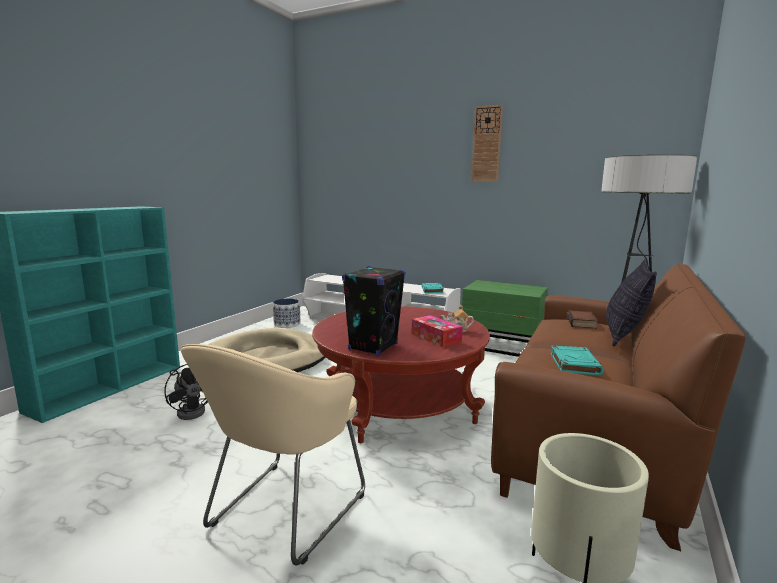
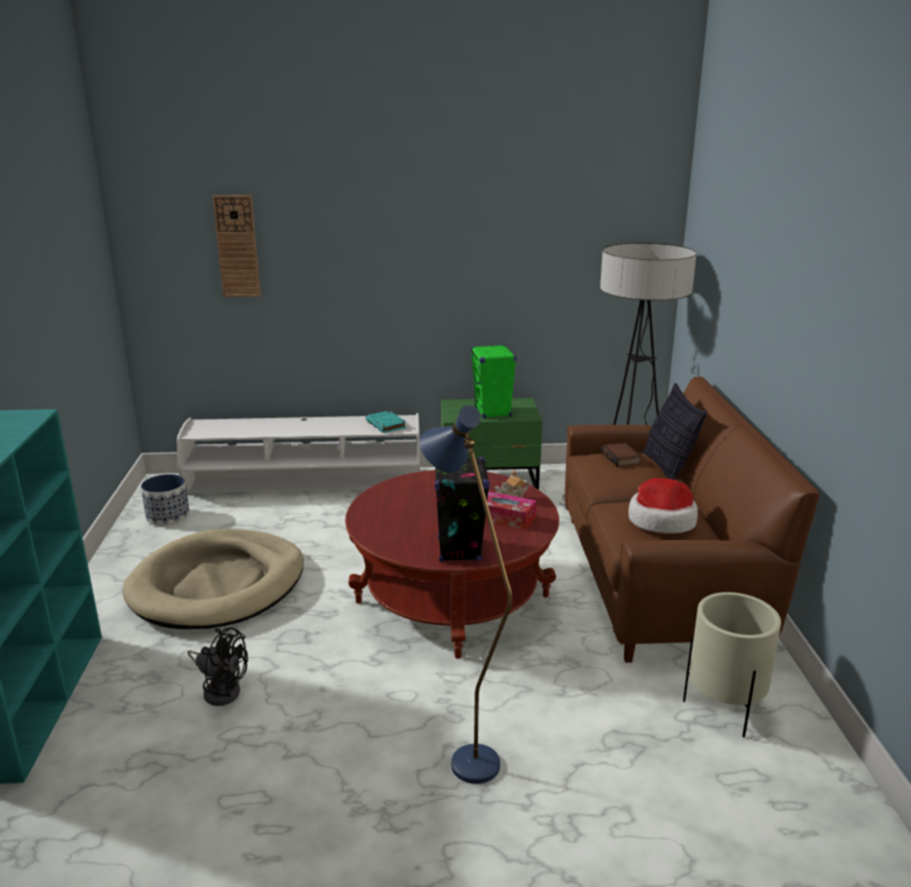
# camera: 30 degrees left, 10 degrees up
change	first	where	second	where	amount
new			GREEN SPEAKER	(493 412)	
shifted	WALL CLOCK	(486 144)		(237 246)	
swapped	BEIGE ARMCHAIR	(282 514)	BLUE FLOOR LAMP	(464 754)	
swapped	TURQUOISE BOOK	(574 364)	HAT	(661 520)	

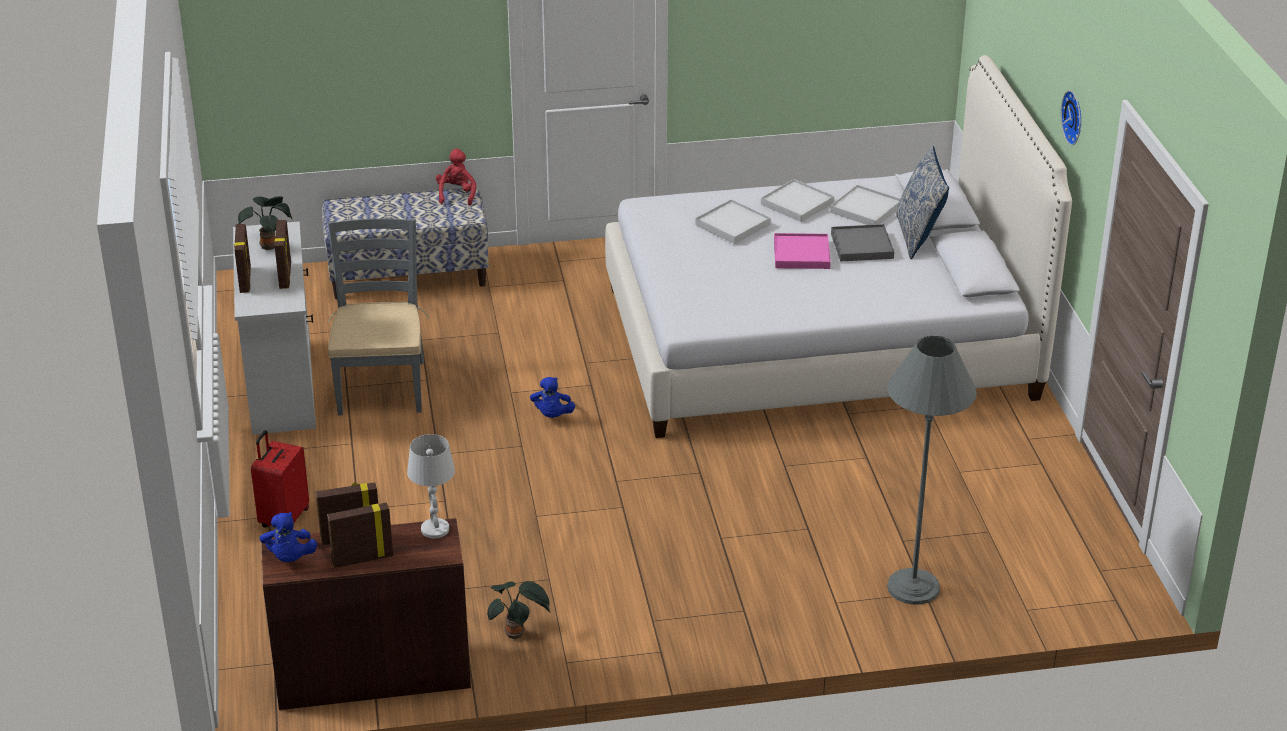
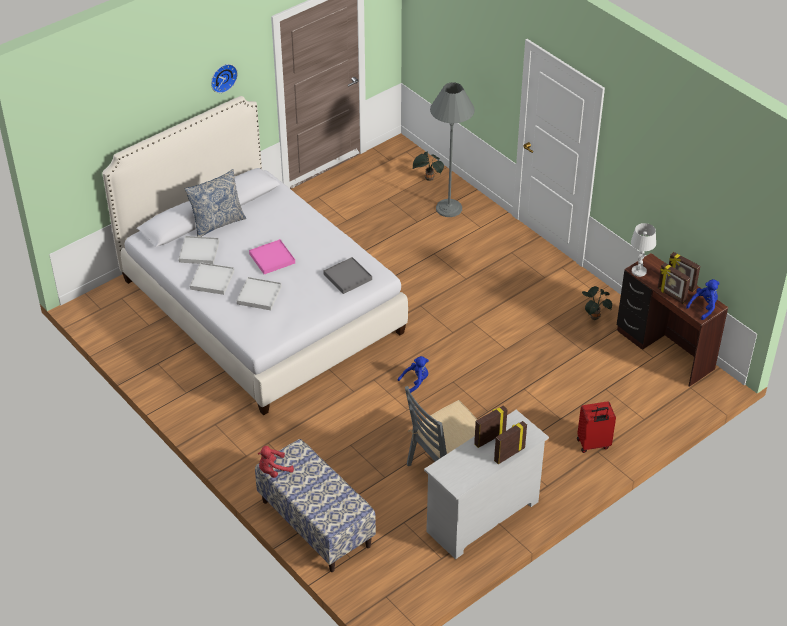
# camera: 120 degrees left, 10 degrees up
change	first	where	second	where	amount
shifted	POTTED PLANT	(269 245)		(428 178)	
shifted	GREY TRAY	(861 246)		(348 277)	

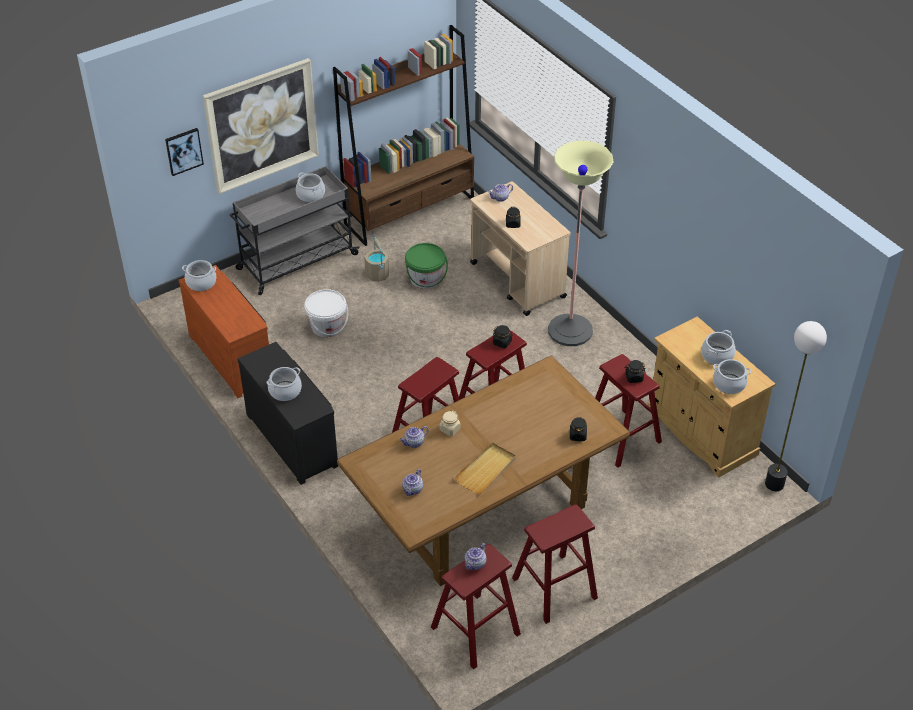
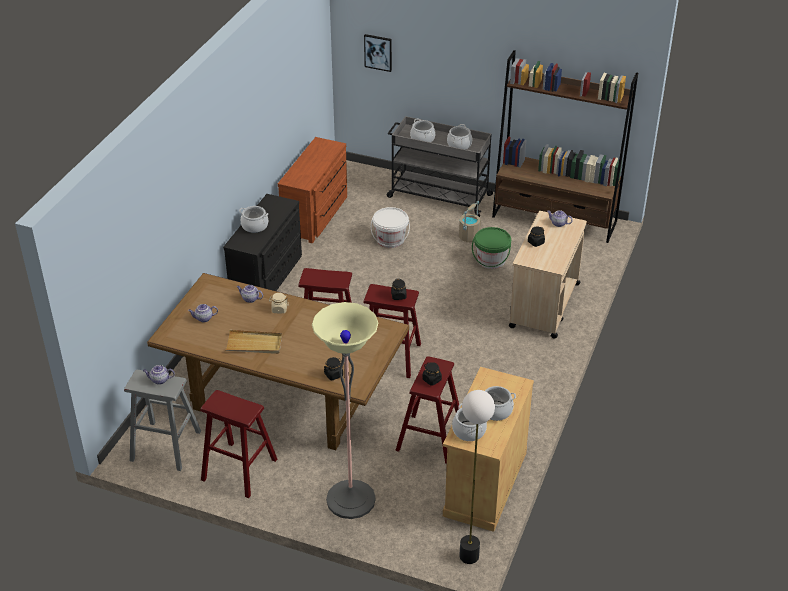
# camera: 55 degrees right, 5 degrees down
change	first	where	second	where	amount
gone	PICTURE	(262 125)			
shifted	COOKING POT	(201 283)		(422 139)	
shifted	FLOOR LAMP	(570 330)		(351 499)	
repainted	RED STOOL	(475 631)	GREY STOOL	(165 446)	

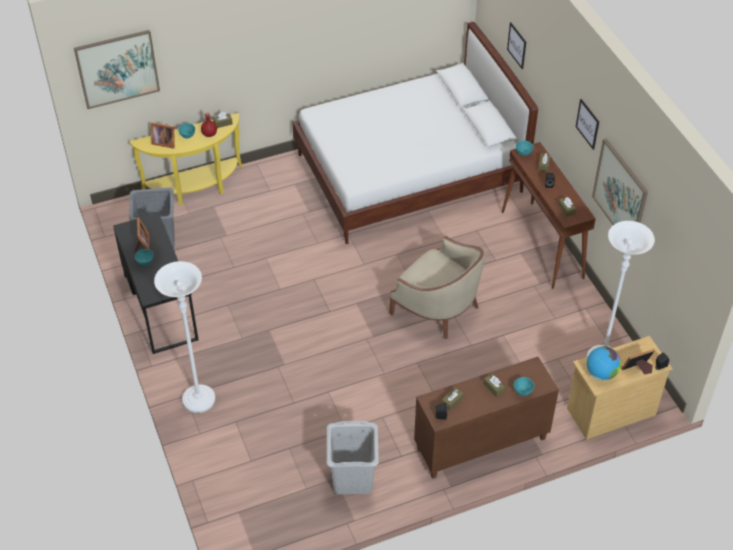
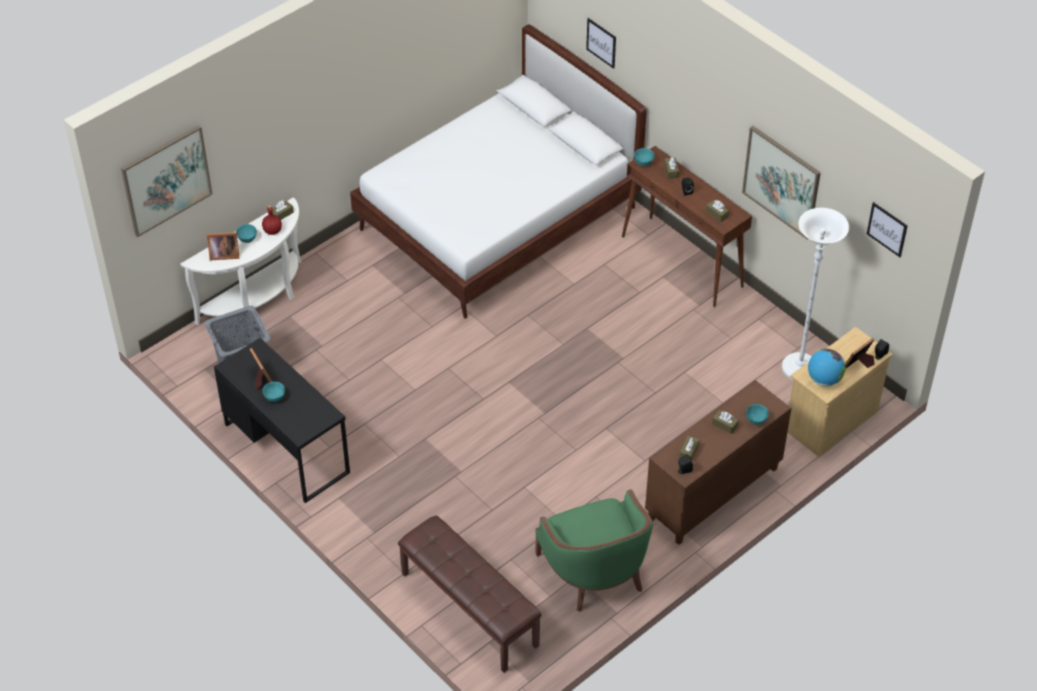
# camera: 20 degrees left, 0 degrees up
change	first	where	second	where	amount
gone	WHITE FLOOR LAMP	(199 400)			
gone	BEIGE ARMCHAIR	(437 308)			
new			BROWN BENCH	(468 609)	
shifted	PICTURE	(587 124)		(887 229)	
swapped	GREY LAUNDRY BASKET	(352 478)	GREEN ARMCHAIR	(594 570)	
repainted	YELLOW CONSOLE TABLE	(196 188)	WHITE CONSOLE TABLE	(258 300)	

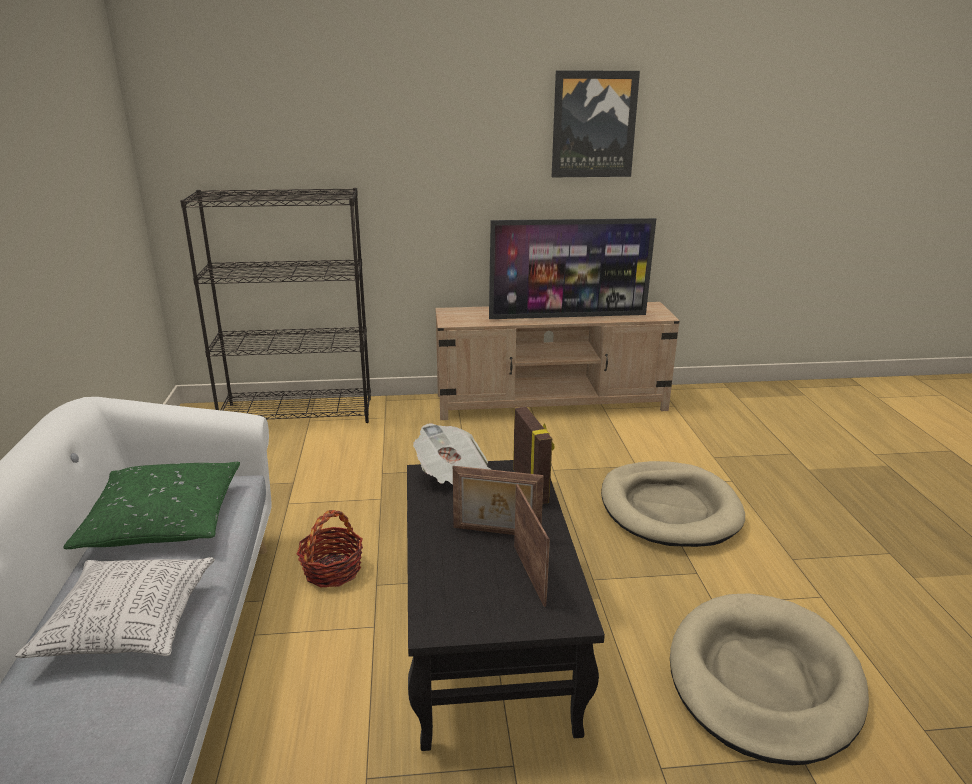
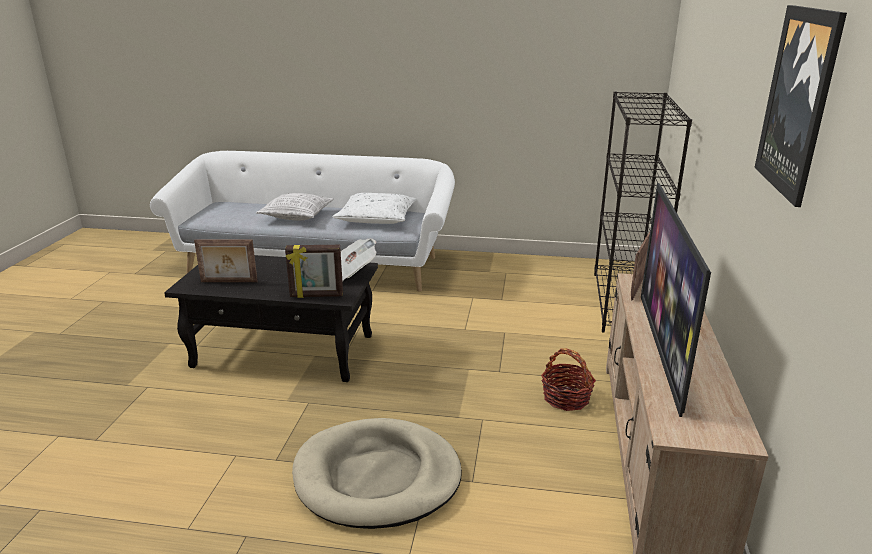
# camera: 105 degrees right, 0 degrees up
change	first	where	second	where	amount
gone	BEIGE DOG BED	(763 680)			
shifted	BASKET	(332 570)		(566 398)	
shifted	PICTURE FRAME	(496 533)		(636 287)	
repainted	GREEN PILLOW	(163 520)	WHITE PILLOW	(376 218)	

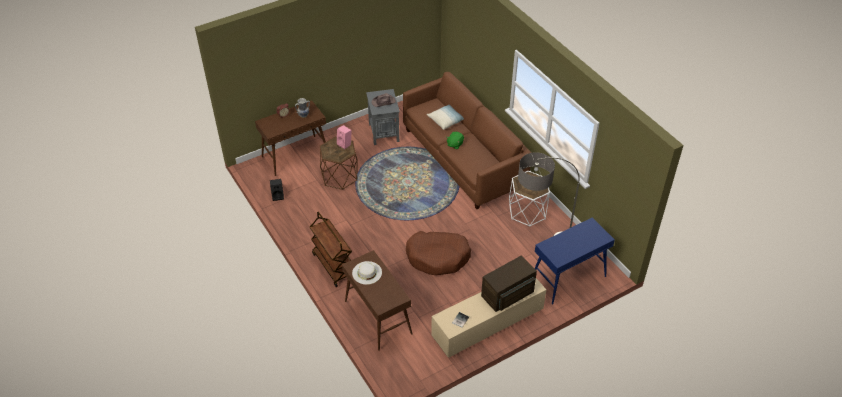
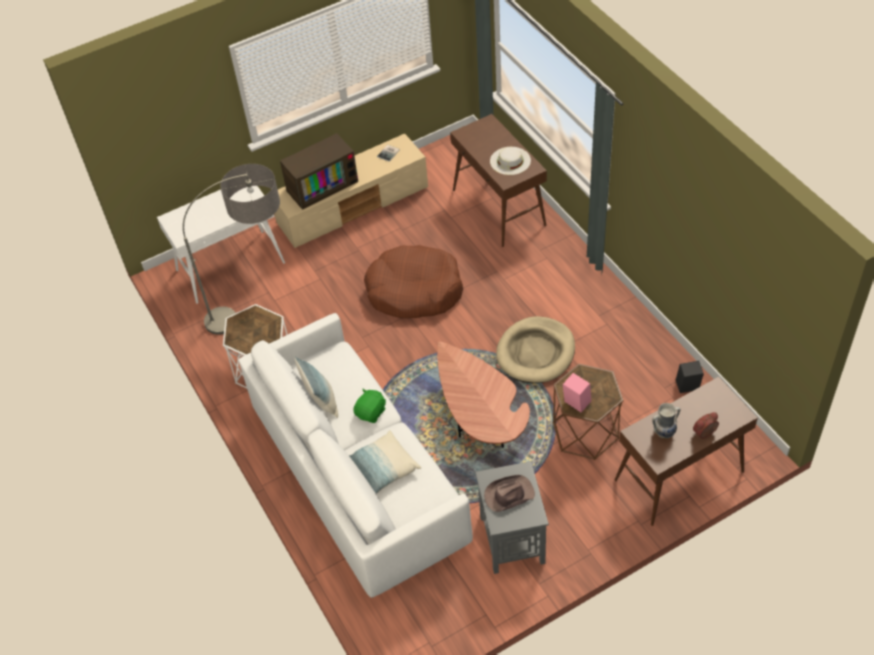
# camera: 175 degrees left, 5 degrees up
change	first	where	second	where	amount
gone	BROWN CART	(333 266)			
new			PILLOW	(321 401)	
new			BROWN COFFEE TABLE	(480 419)	
new			BEIGE DOG BED	(536 352)	
repainted	BROWN SOFA	(463 158)	WHITE SOFA	(358 476)	
repainted	BLUE CONSOLE TABLE	(568 278)	WHITE CONSOLE TABLE	(231 266)	

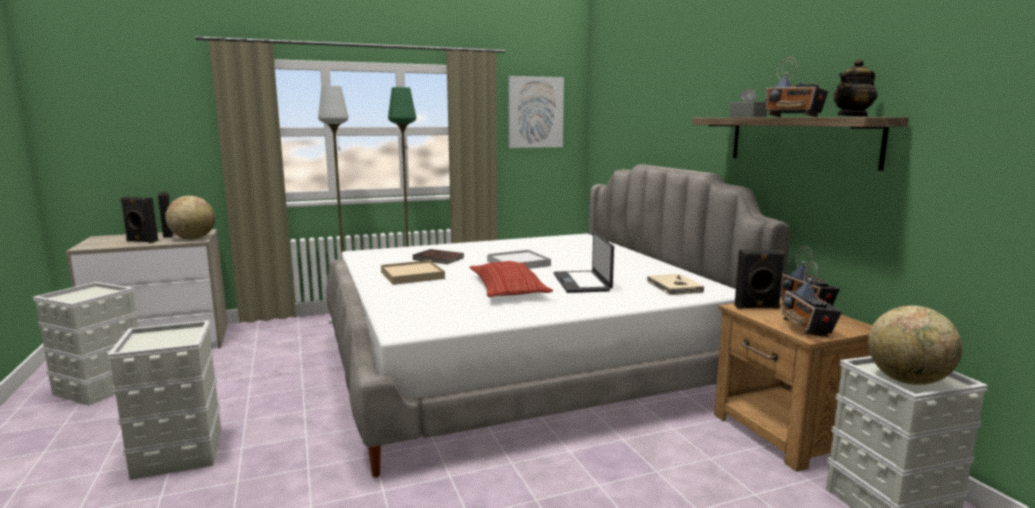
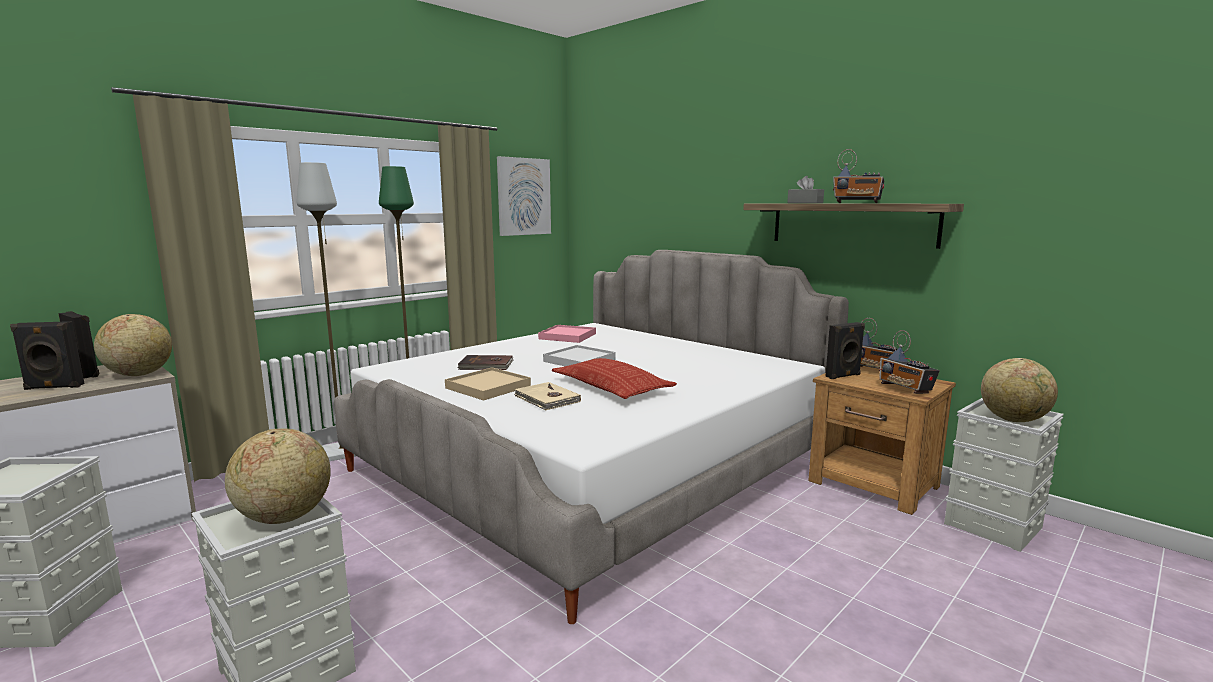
# camera: 25 degrees left, 0 degrees up
change	first	where	second	where	amount
gone	LAPTOP	(582 282)			
gone	TEAPOT	(853 116)			
new			GLOBE	(284 517)	
new			PINK TRAY	(568 336)	
shifted	BEIGE BOOK	(673 287)		(546 399)	

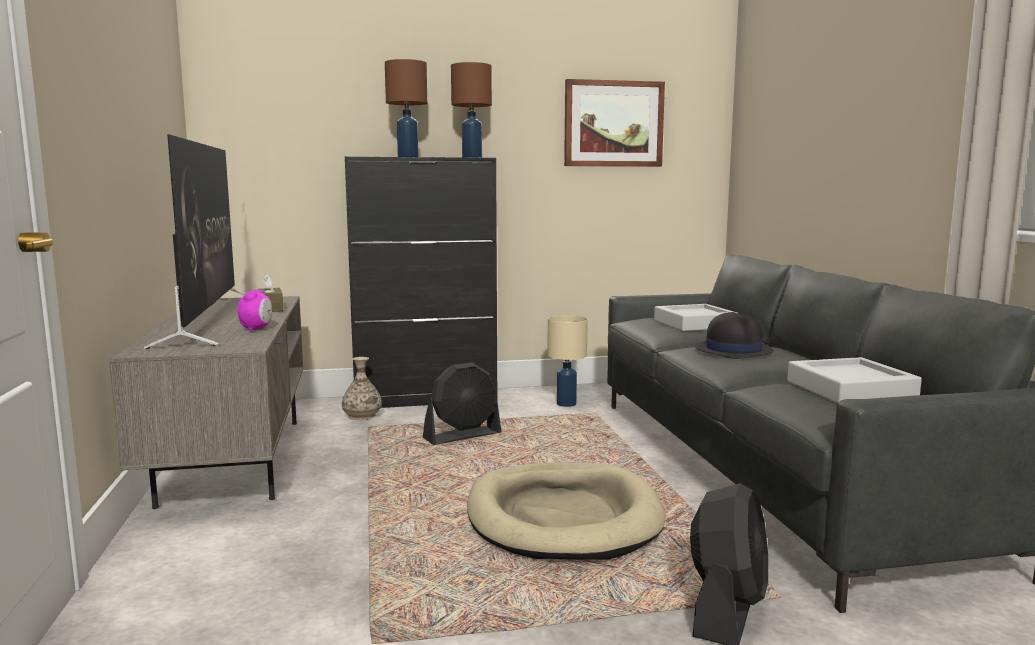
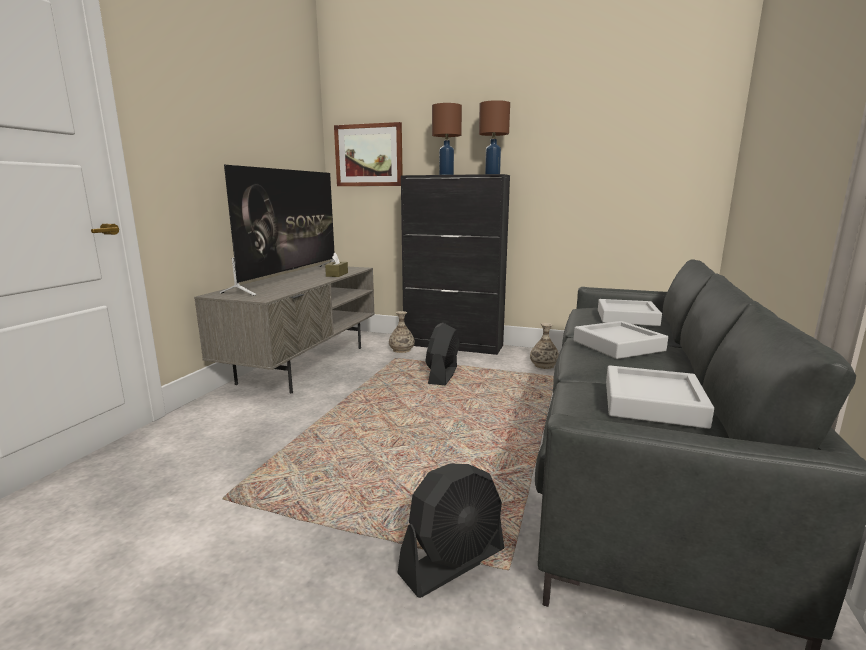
# camera: 30 degrees right, 5 degrees up
change	first	where	second	where	amount
gone	ALARM CLOCK	(257 329)			
gone	BEIGE DOG BED	(563 517)			
shifted	PICTURE	(613 124)		(369 155)	
swapped	BEIGE TABLE LAMP	(567 404)	VASE	(544 365)	
swapped	BLACK HAT	(733 350)	GREY TRAY	(618 346)	
rotated	BLACK FAN	(463 436)		(442 376)	105 degrees clockwise

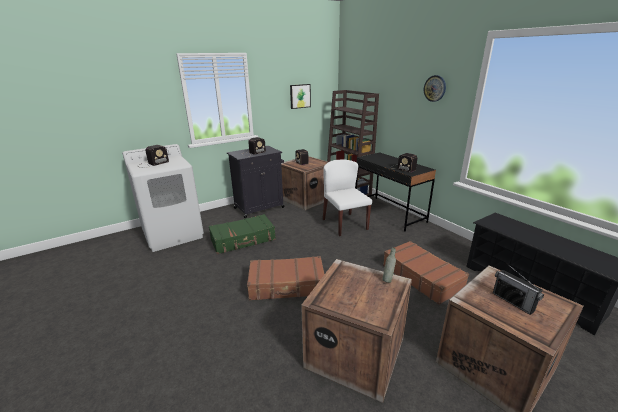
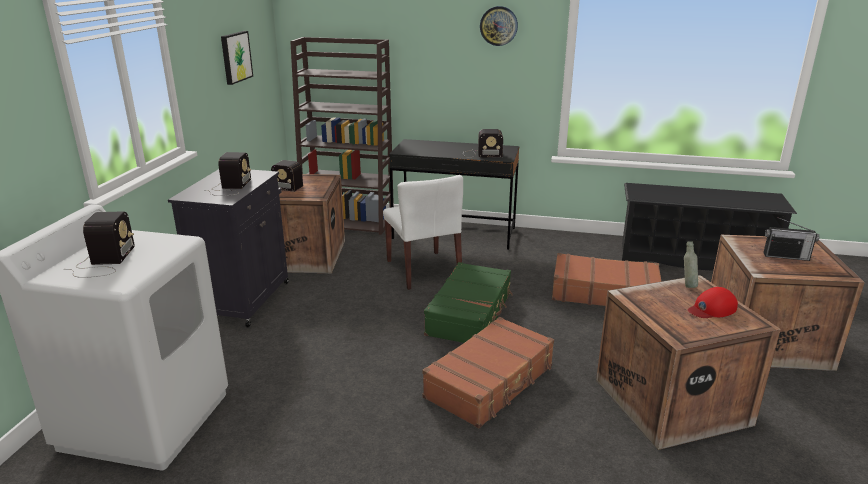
# camera: 45 degrees left, 0 degrees up
change	first	where	second	where	amount
new			RED CAP	(712 309)	
shifted	GREEN SUITCASE	(243 240)		(470 314)	
rotated	WHITE CHAIR	(344 224)		(424 270)	135 degrees counterclockwise

